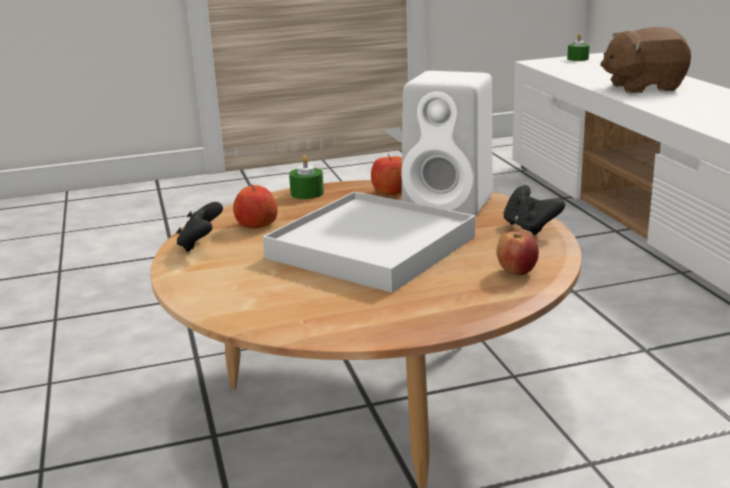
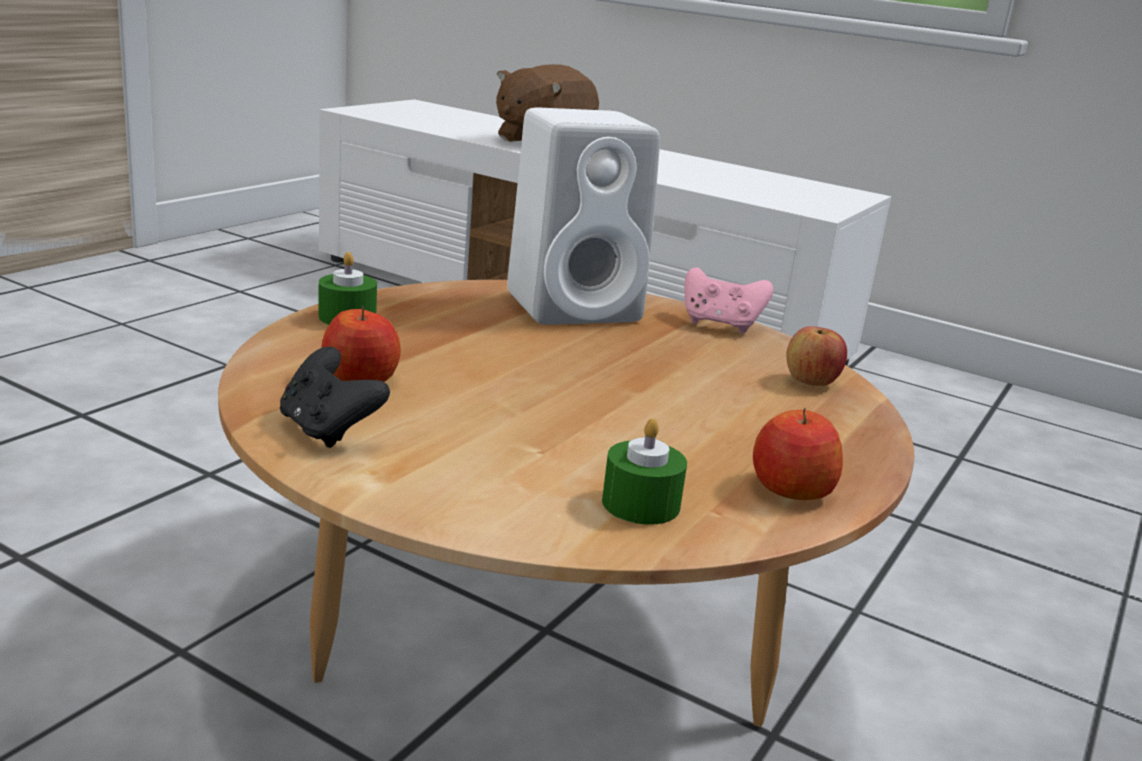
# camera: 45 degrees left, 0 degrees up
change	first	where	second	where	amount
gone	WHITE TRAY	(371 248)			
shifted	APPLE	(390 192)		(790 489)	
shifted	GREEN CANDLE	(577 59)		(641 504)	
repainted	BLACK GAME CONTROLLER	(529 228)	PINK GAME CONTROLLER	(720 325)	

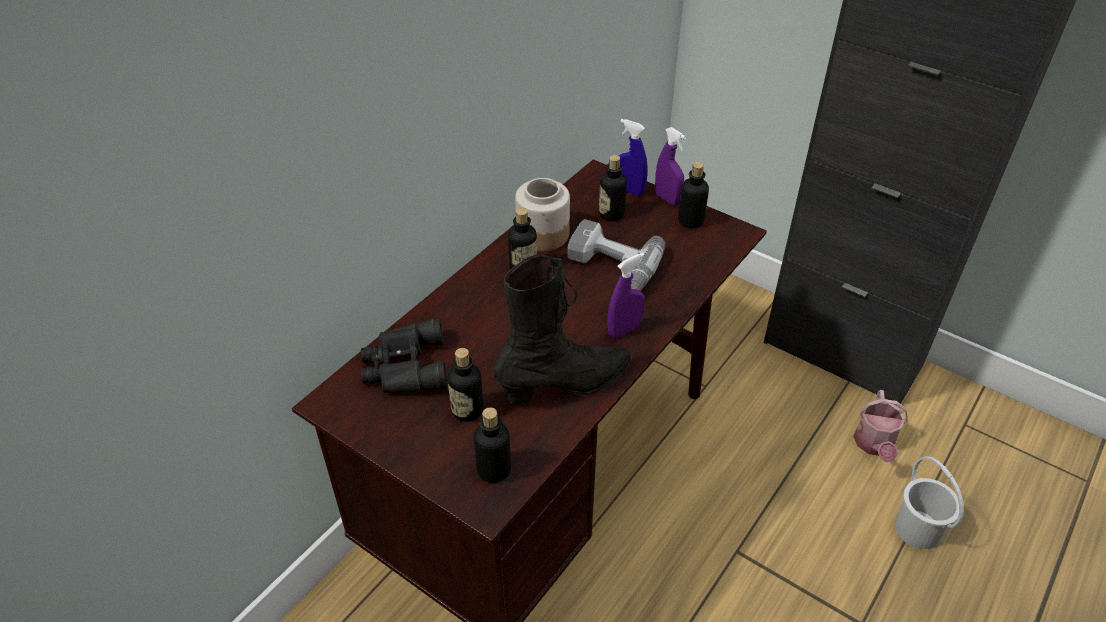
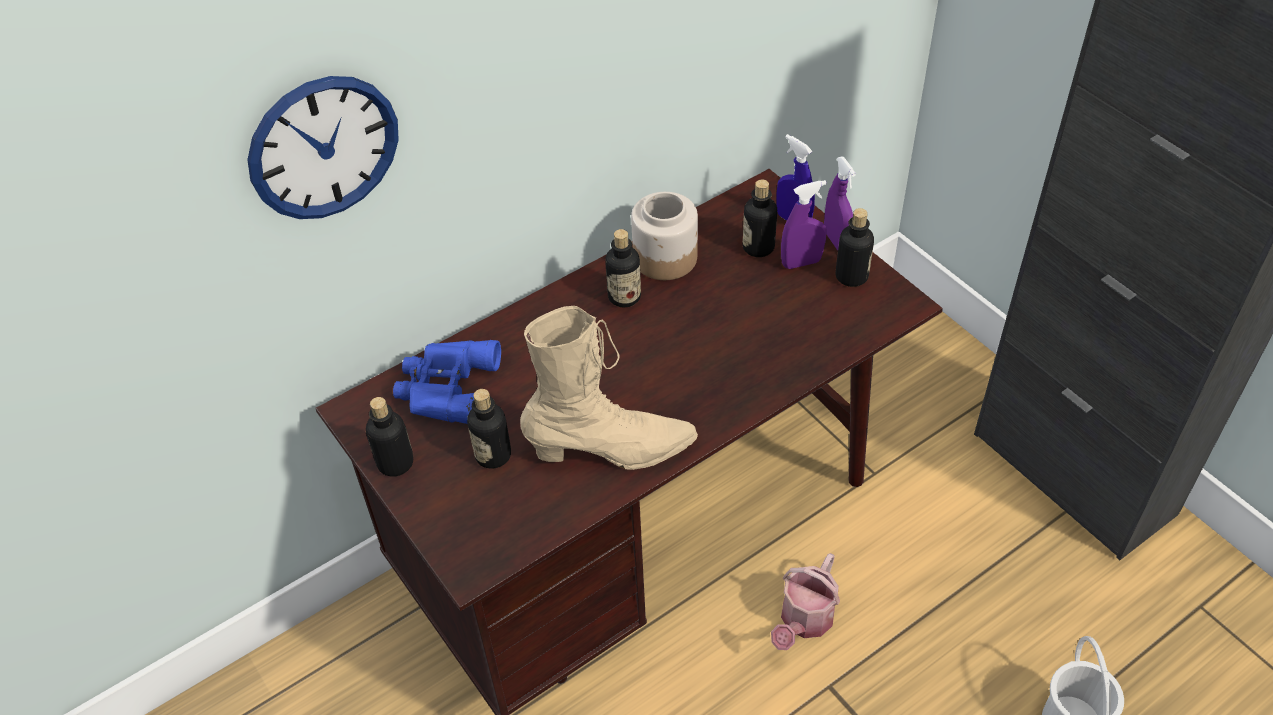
# camera: 20 degrees right, 5 degrees up
change	first	where	second	where	amount
gone	POWER DRILL	(610 269)			
new			WALL CLOCK	(324 148)	
shifted	BOTTLE	(494 470)		(395 463)	
shifted	PURPLE SPRAY BOTTLE	(624 330)		(801 262)	
shifted	WATERING CAN	(874 445)		(803 621)	
repainted	BLACK BINOCULARS	(404 367)	BLUE BINOCULARS	(446 388)	
repainted	BLACK BOOT	(566 384)	BEIGE BOOT	(612 451)	

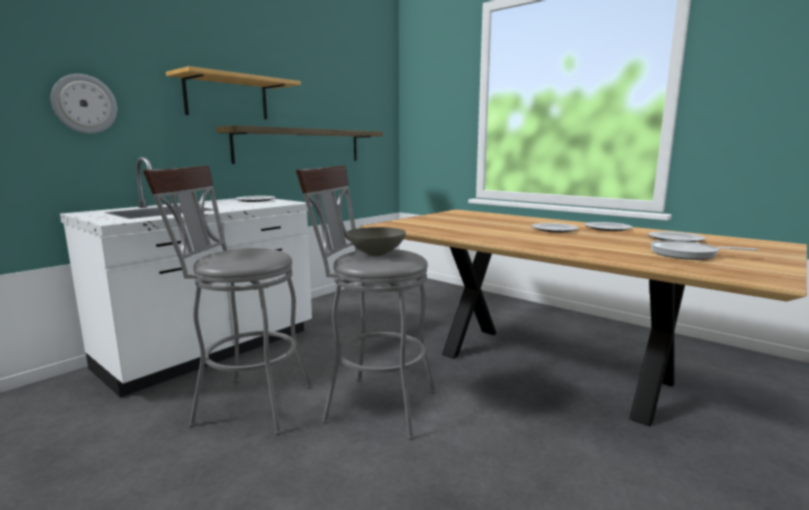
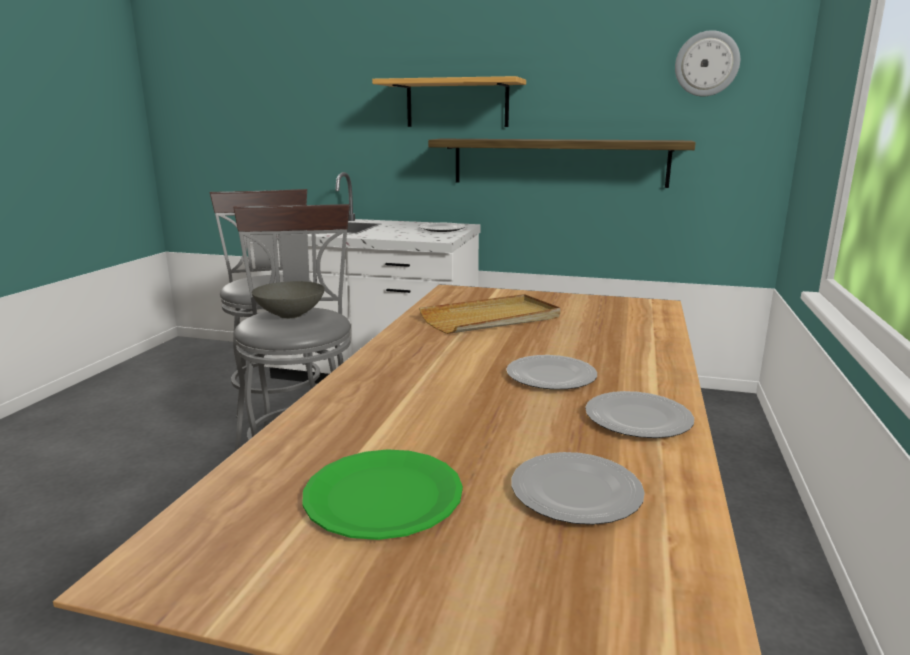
# camera: 65 degrees right, 5 degrees up
change	first	where	second	where	amount
new			BEIGE TRAY	(492 319)	
shifted	WALL CLOCK	(84 104)		(706 64)	
swapped	FRYING PAN	(687 254)	GREEN PLATE	(383 496)	

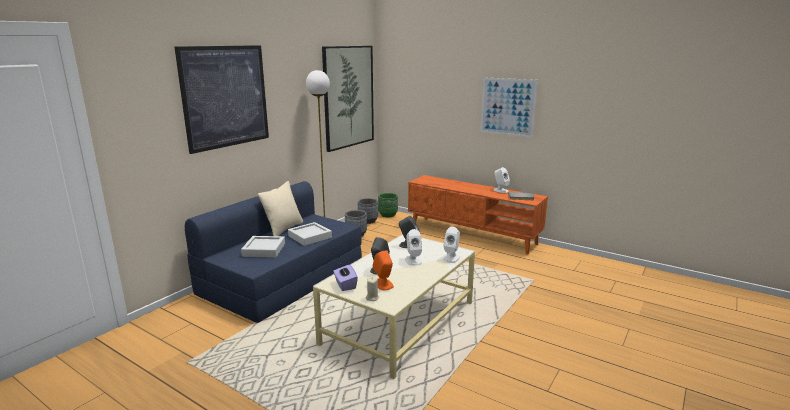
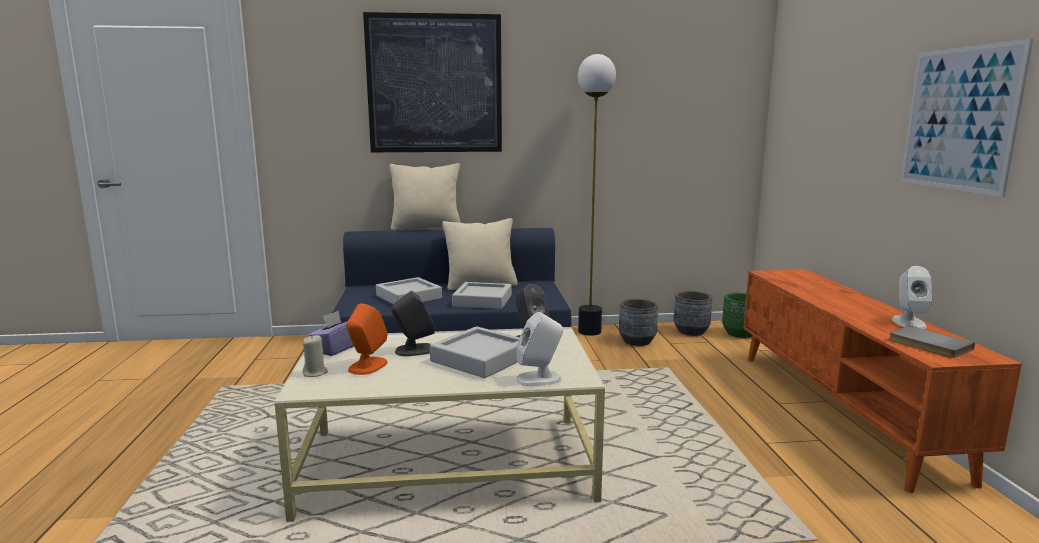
# camera: 50 degrees right, 5 degrees down
change	first	where	second	where	amount
gone	PICTURE	(348 97)			
new			BEIGE PILLOW	(426 228)	
swapped	WHITE SPEAKER	(413 260)	GREY TRAY	(480 358)	

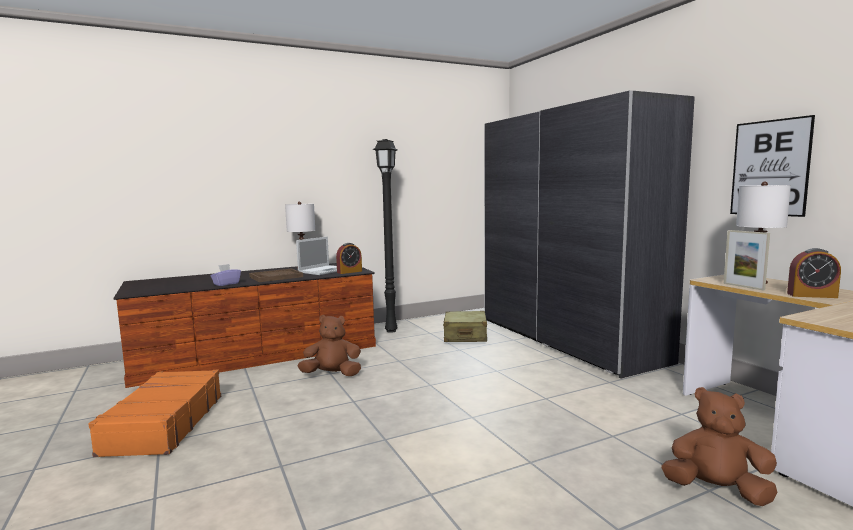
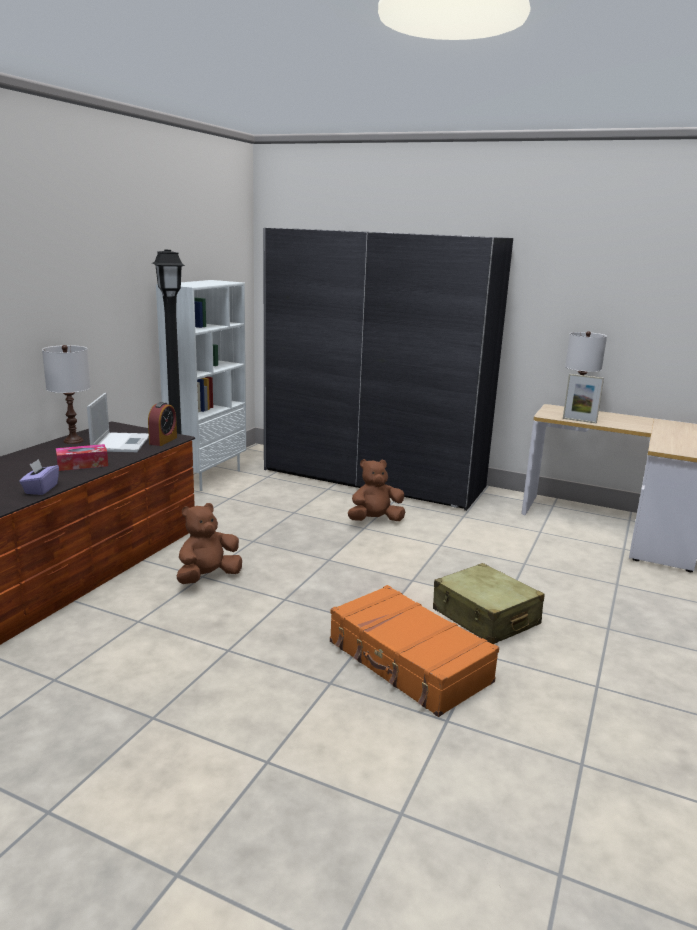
# camera: 40 degrees left, 10 degrees up
change	first	where	second	where	amount
gone	PICTURE	(770 168)			
gone	ALARM CLOCK	(812 295)			
new			WHITE BOOKCASE	(207 477)	
shifted	ORANGE SUITCASE	(163 424)		(408 662)	
shifted	BEIGE SUITCASE	(465 336)		(485 617)	
shifted	BROWN PLUSH TOY	(716 490)		(375 520)	
swapped	BROWN TRAY	(276 277)	TISSUE BOX	(82 464)	

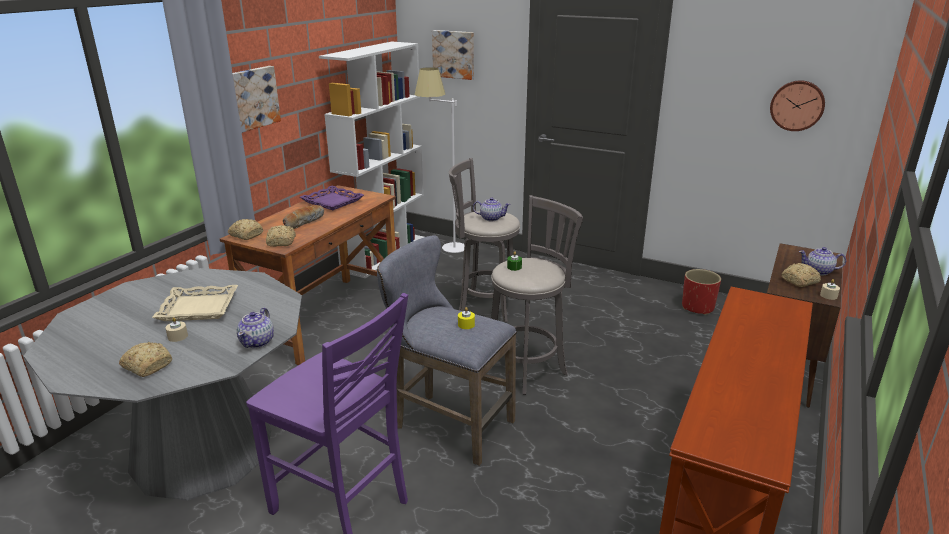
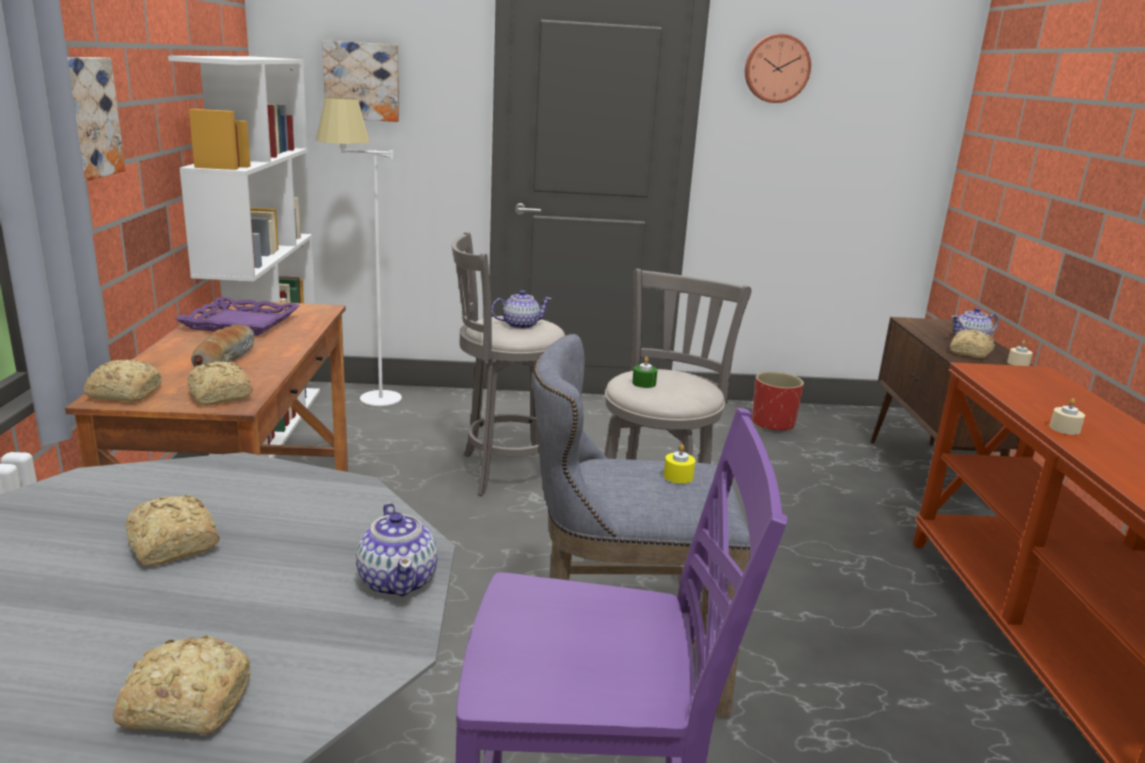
# camera: 30 degrees left, 5 degrees down
change	first	where	second	where	amount
shifted	BEIGE CANDLE	(178 336)		(1064 429)	
shifted	WALL CLOCK	(797 105)		(776 68)	
swapped	BEIGE TRAY	(198 308)	BREAD	(172 546)	

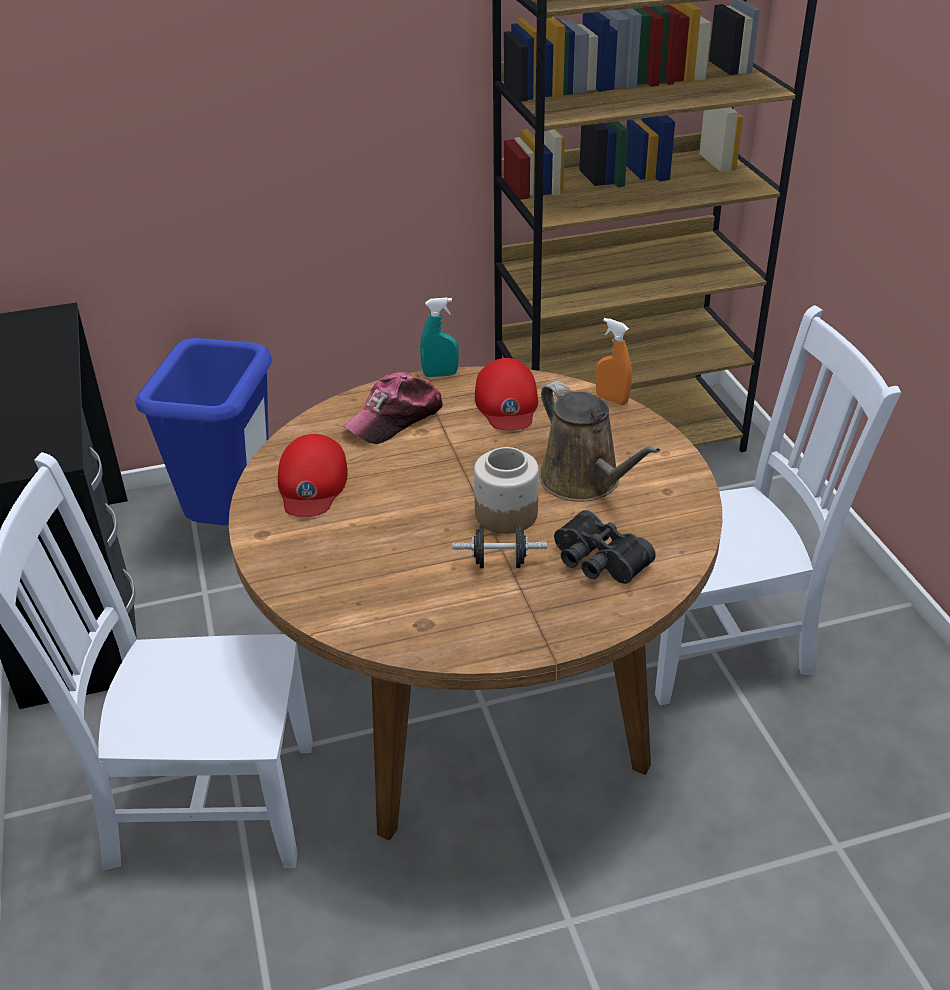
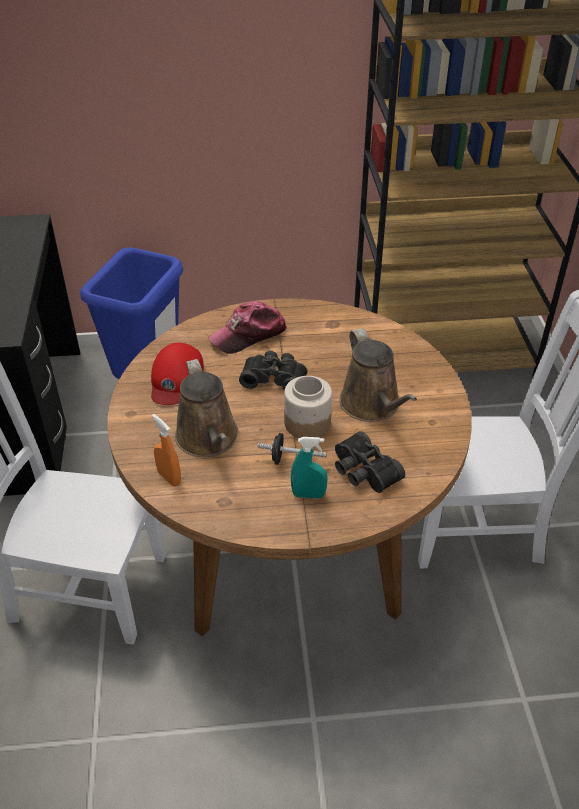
# camera: 10 degrees right, 5 degrees up
change	first	where	second	where	amount
gone	RED CAP	(507 403)			
new			BROWN WATERING CAN	(208 439)	
new			BLACK BINOCULARS	(275 378)	
shifted	TURQUOISE SPRAY BOTTLE	(440 374)		(308 495)	
shifted	ORANGE SPRAY BOTTLE	(612 399)		(169 478)	

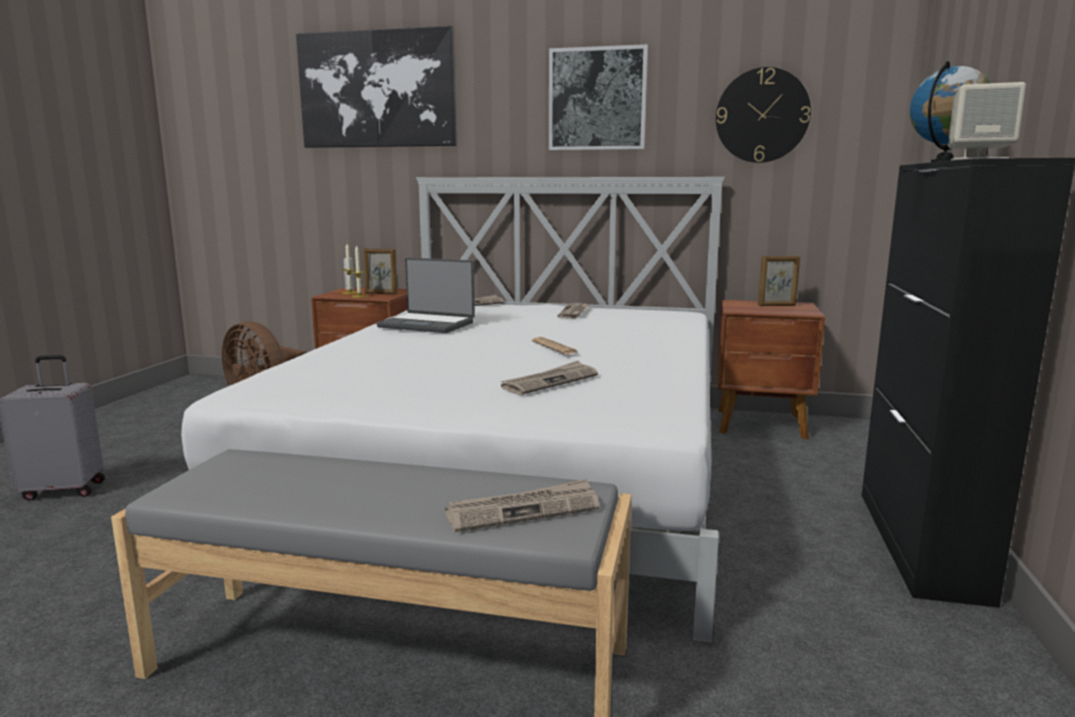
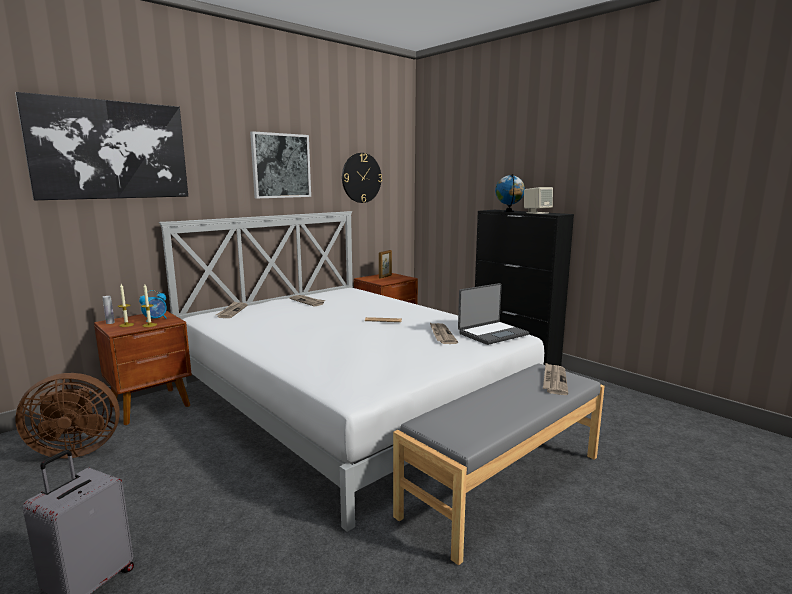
# camera: 55 degrees left, 0 degrees up
change	first	where	second	where	amount
shifted	LAPTOP	(427 324)		(492 333)	
swapped	PICTURE FRAME	(381 293)	ALARM CLOCK	(155 319)	

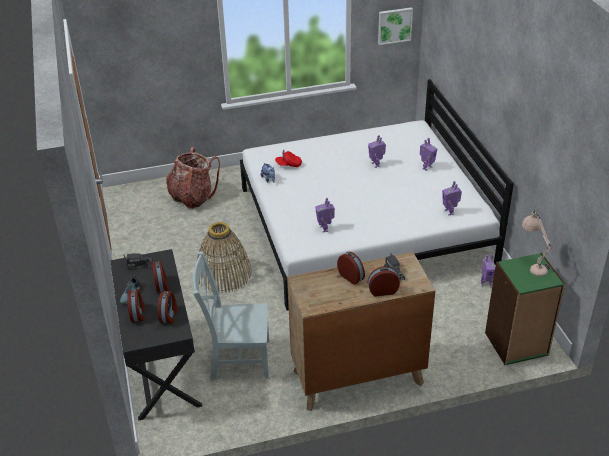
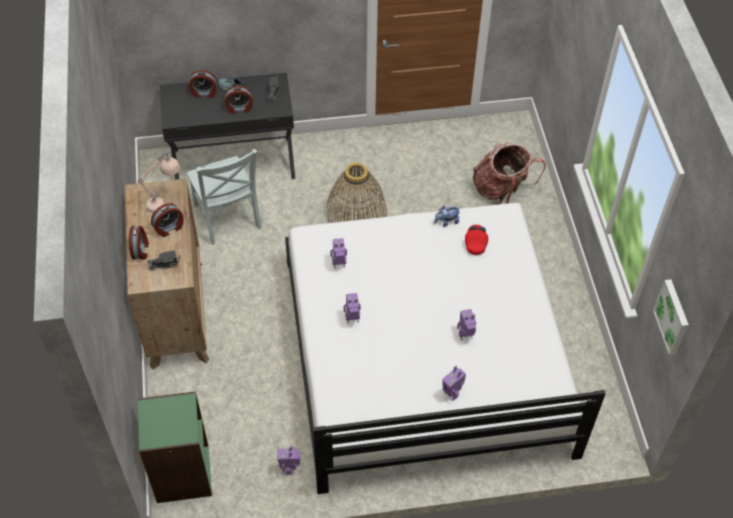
# camera: 95 degrees right, 15 degrees up
change	first	where	second	where	amount
gone	ALARM CLOCK	(169 316)			
shifted	TOY ROBOT	(449 212)		(352 320)	
shifted	BEIGE TABLE LAMP	(532 264)		(165 202)	
rotated	GREY CHAIR	(237 359)		(228 219)	150 degrees clockwise

